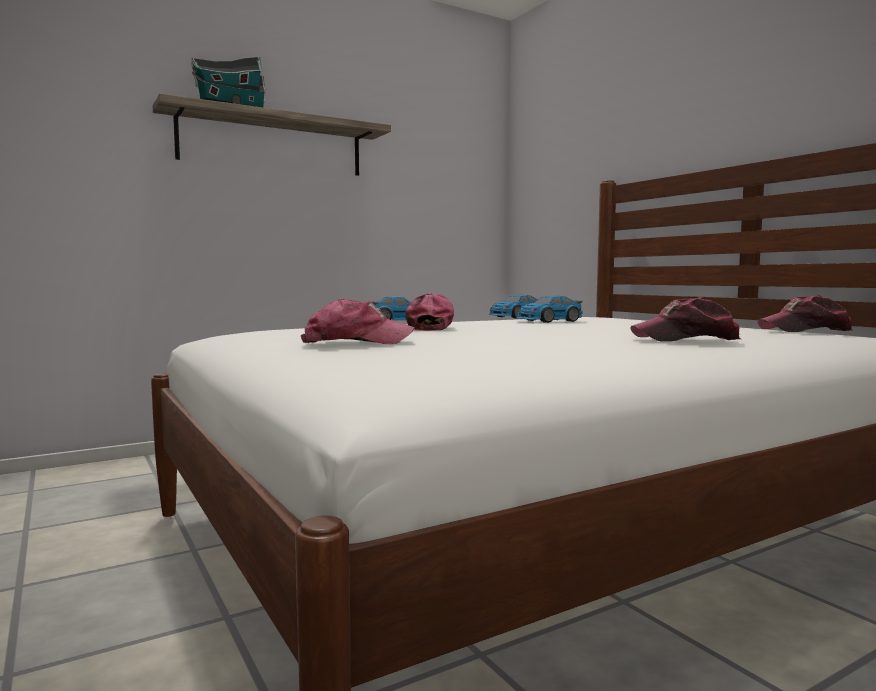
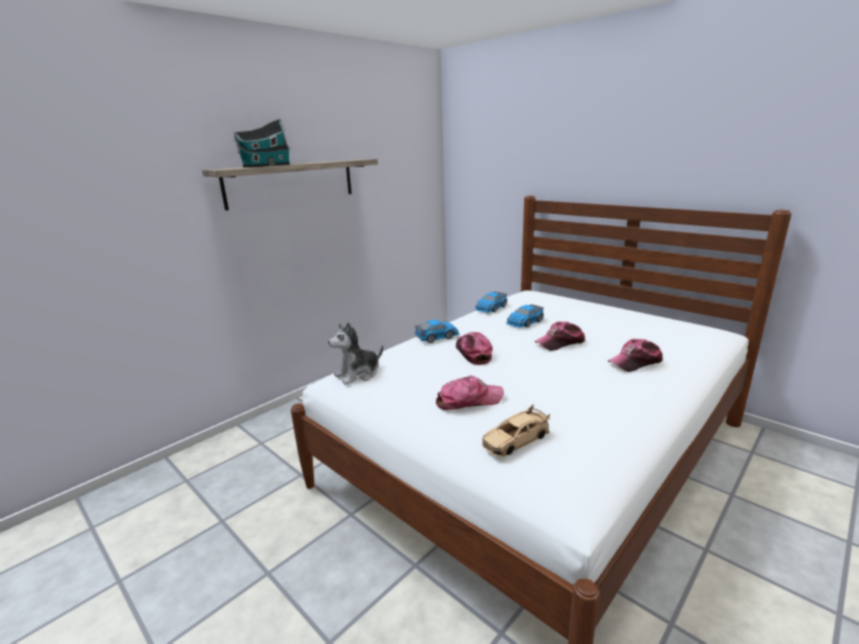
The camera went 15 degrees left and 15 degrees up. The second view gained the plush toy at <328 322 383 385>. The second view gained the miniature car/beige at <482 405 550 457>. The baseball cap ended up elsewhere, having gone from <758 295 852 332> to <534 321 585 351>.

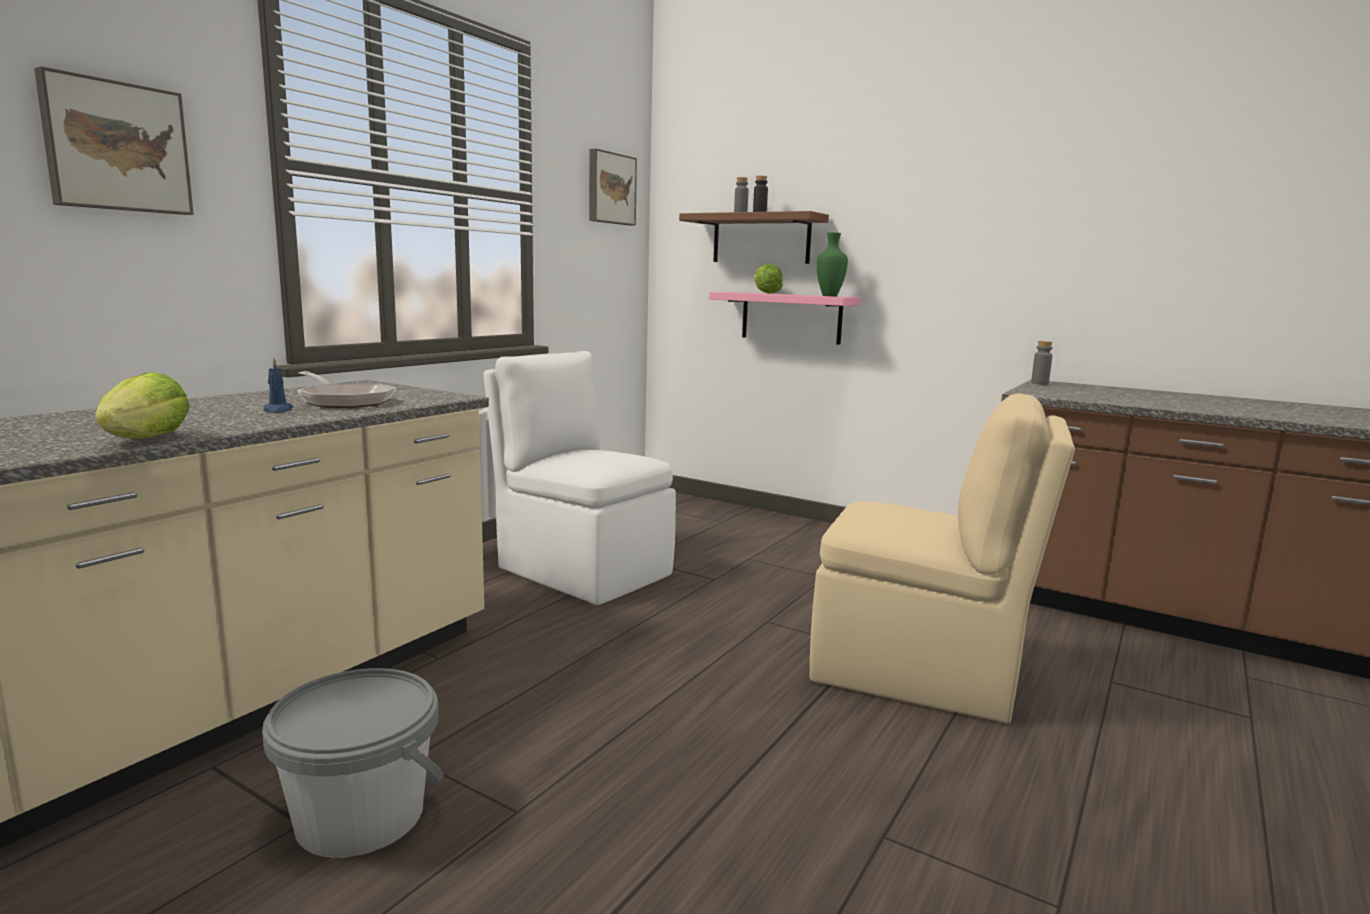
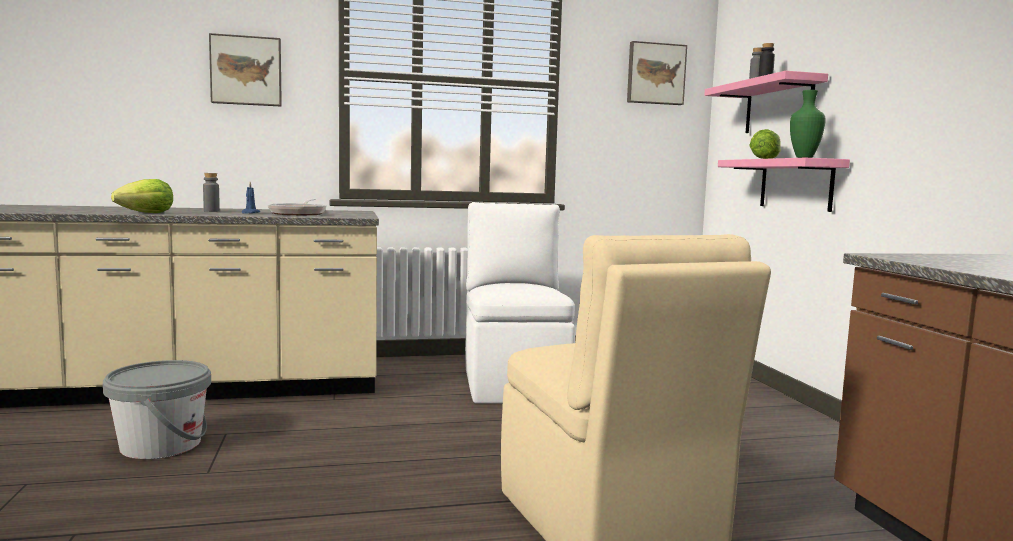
The camera went 45 degrees right and 5 degrees down. The bottle/grey ended up elsewhere, having gone from <1031 341 1053 385> to <203 173 220 212>. What was the shelf/brown-coloured at <679 211 829 264> turned into the shelf/pink at <704 71 828 133>.

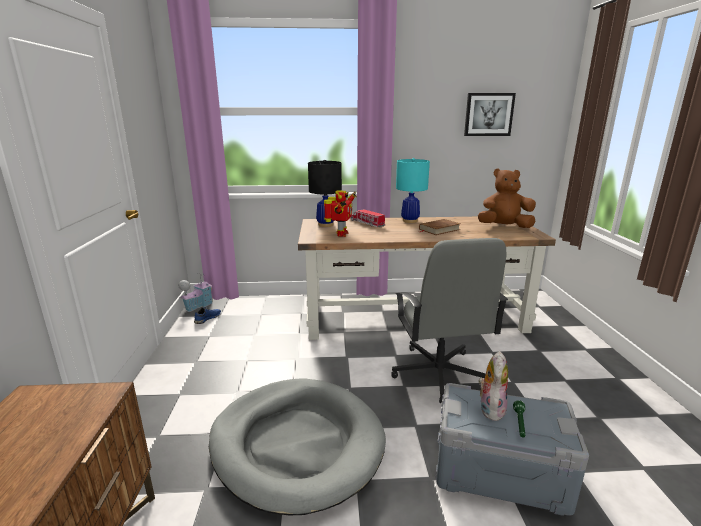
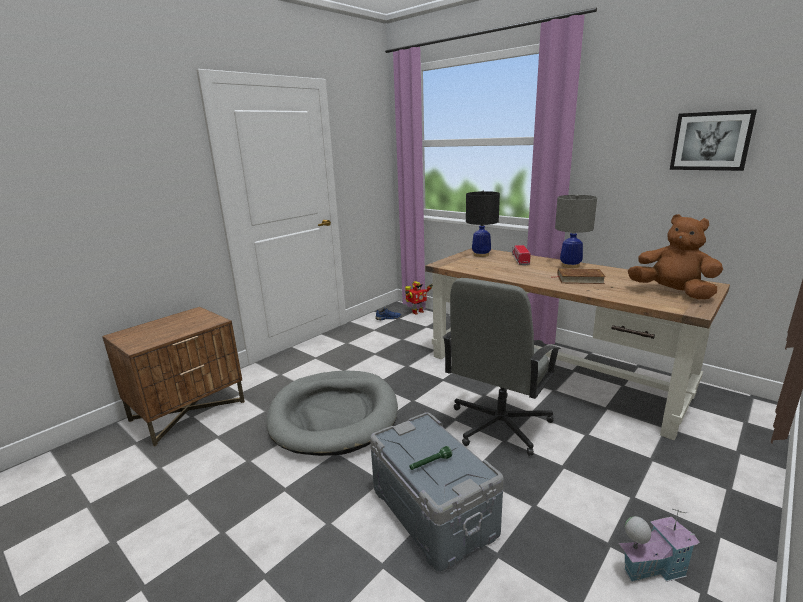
The camera went 45 degrees right and 0 degrees up. The toy robot ended up elsewhere, having gone from <324 190 357 237> to <405 281 433 314>. What was the tabletop lamp/turquoise-coloured at <396 158 430 223> turned into the tabletop lamp/grey at <555 194 597 268>. The model house ended up elsewhere, having gone from <178 273 213 312> to <619 509 700 582>. The second view lost the plush toy at <478 351 508 421>.

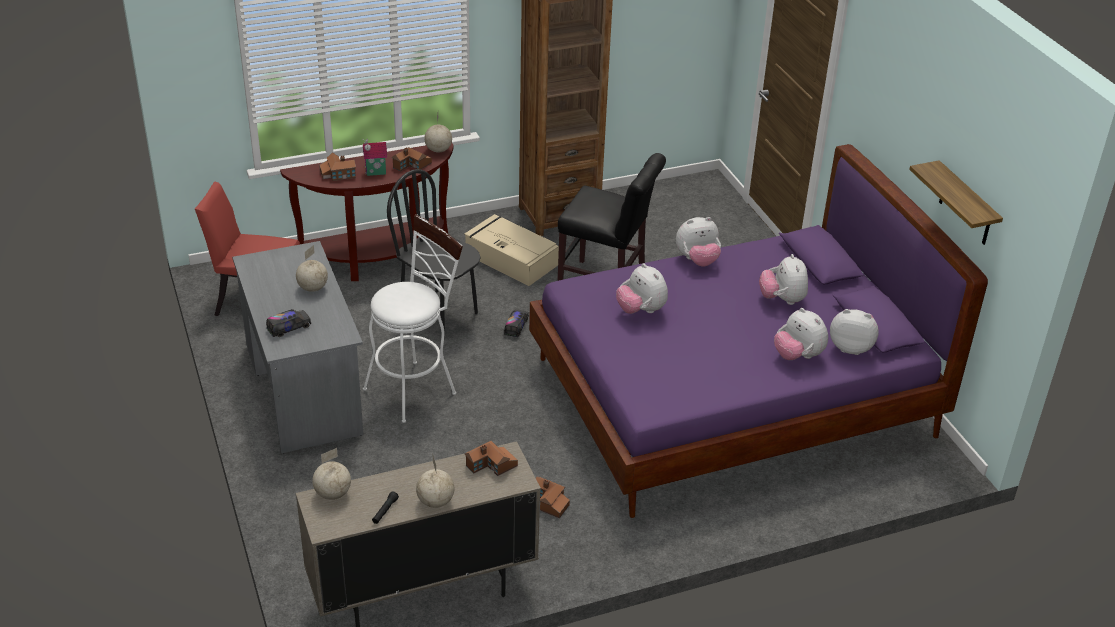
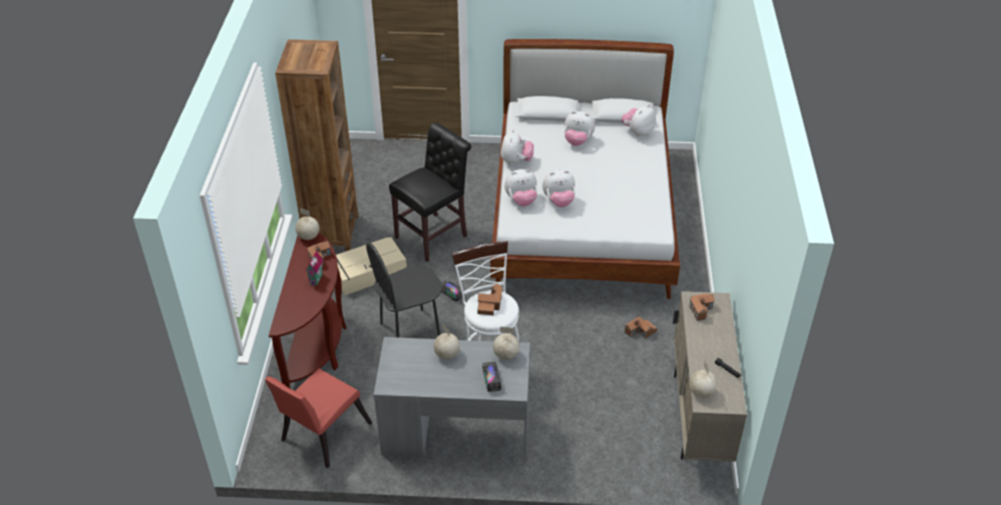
The camera went 65 degrees left and 5 degrees up. The model house ended up elsewhere, having gone from <320 153 356 181> to <477 284 503 315>. What was the sleeping bed/purple-coloured at <529 144 988 518> turned into the sleeping bed/whitish at <490 39 680 299>. The desk globe ended up elsewhere, having gone from <416 456 454 508> to <493 327 519 360>. The plush toy ended up elsewhere, having gone from <774 308 828 360> to <504 169 537 207>. The second view lost the shelf at <909 160 1003 245>.

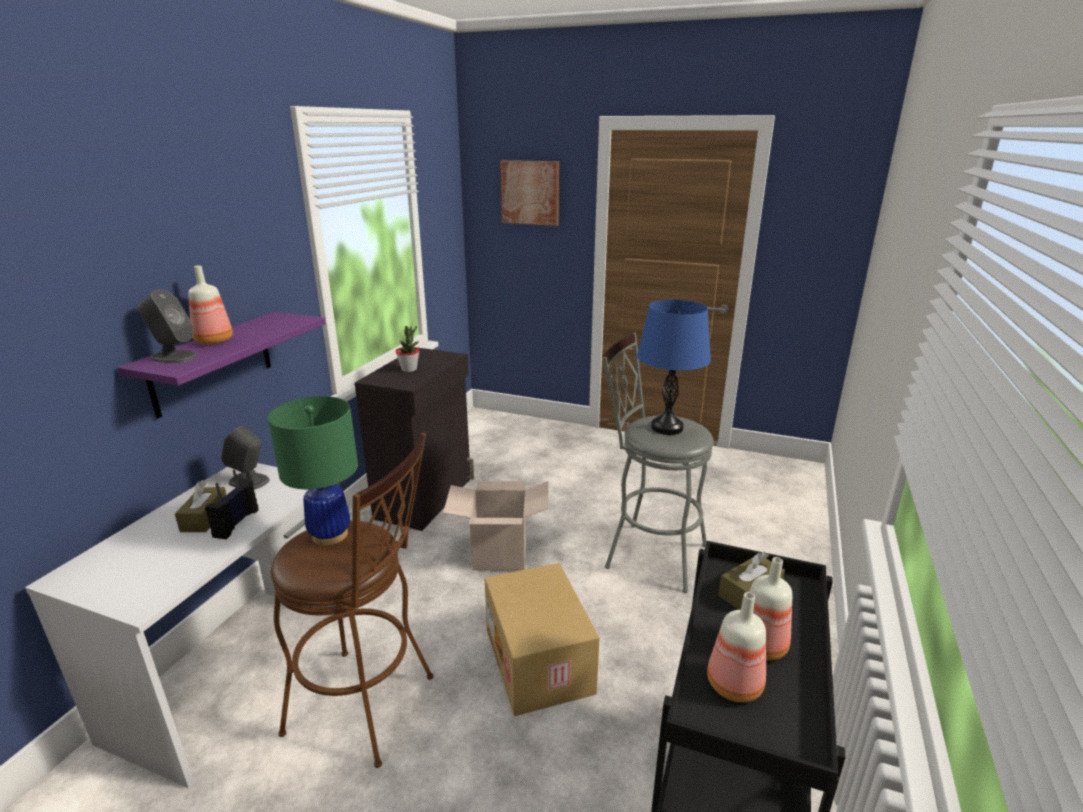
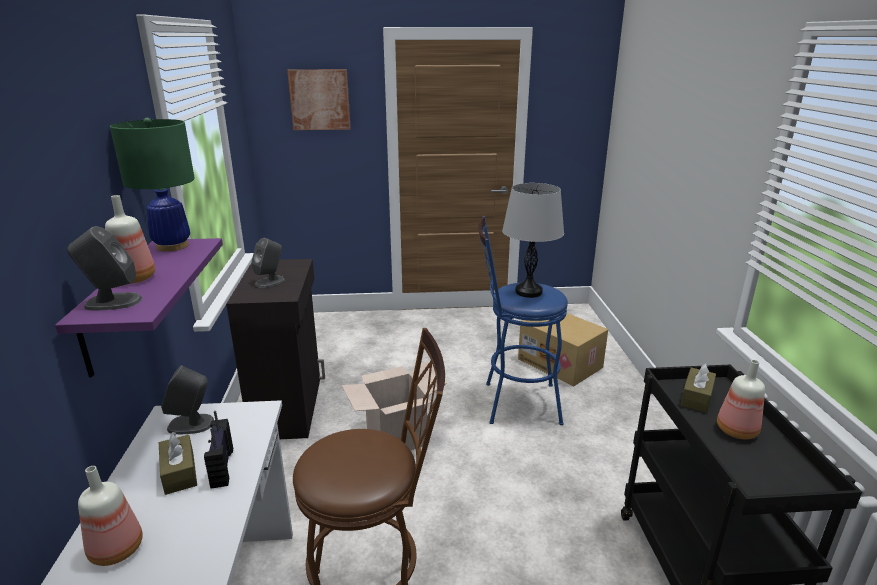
The camera went 25 degrees left and 0 degrees up. The bottle ended up elsewhere, having gone from <707 592 766 702> to <78 466 143 566>. The tabletop lamp/greenish ended up elsewhere, having gone from <268 396 358 546> to <110 118 195 252>. Where the houseplant stood at <395 325 420 372>, the loudspeaker/grey came to stand at <251 238 285 288>. What was the stool/grey at <603 333 713 593> turned into the stool/blue-coloured at <478 216 568 425>. What was the tabletop lamp/blue-coloured at <637 299 711 435> turned into the tabletop lamp/grey at <502 183 564 298>. The carton ended up elsewhere, having gone from <484 563 600 716> to <518 313 608 387>.

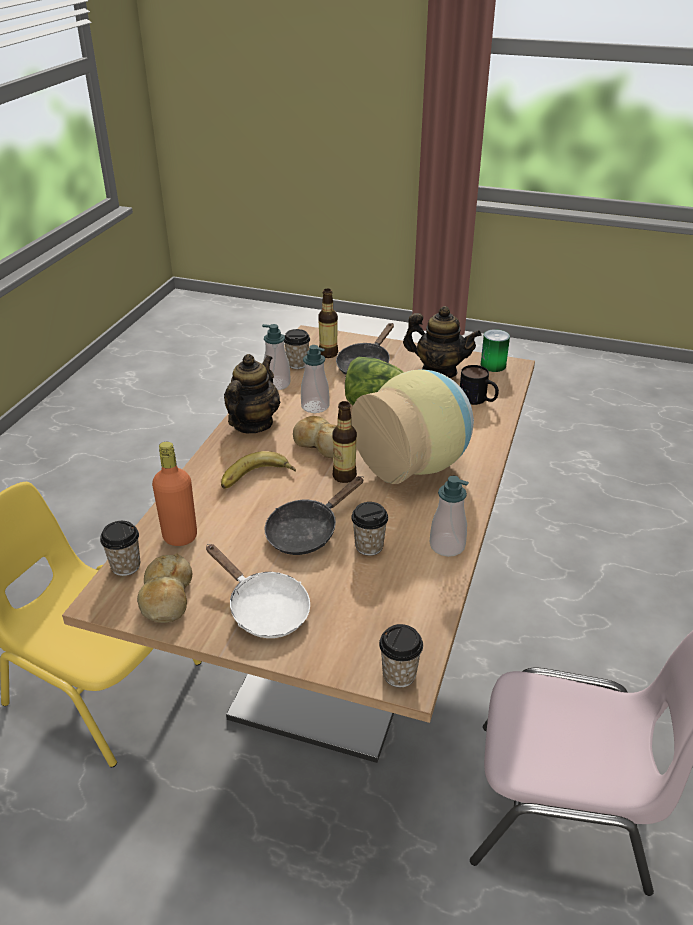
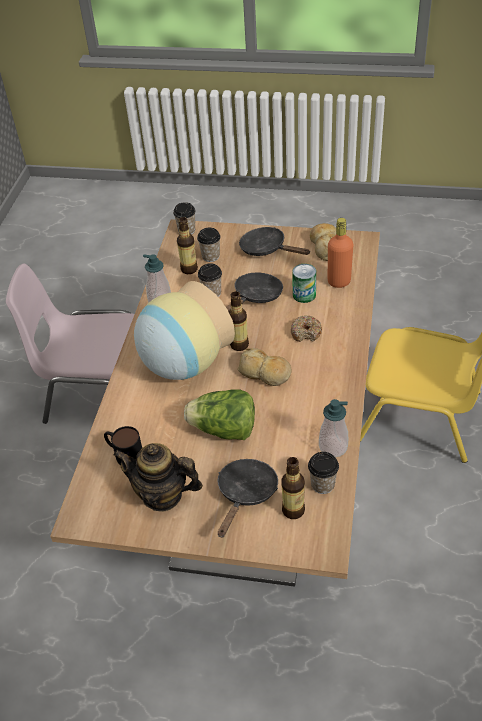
The camera went 175 degrees right and 10 degrees up. The second view gained the bottle at <177 217 198 274>. The drinking cup ended up elsewhere, having gone from <100 521 140 576> to <197 228 220 262>. What was the skillet/whitish at <206 544 310 638> turned into the skillet/black-coloured at <239 227 310 256>. Where the banana stood at <221 451 296 489>, the donut came to stand at <291 315 322 342>. The can ended up elsewhere, having gone from <480 329 510 372> to <292 264 316 303>. The second view lost the teapot at <224 354 280 433>. The second view lost the soap bottle at <301 345 330 413>.

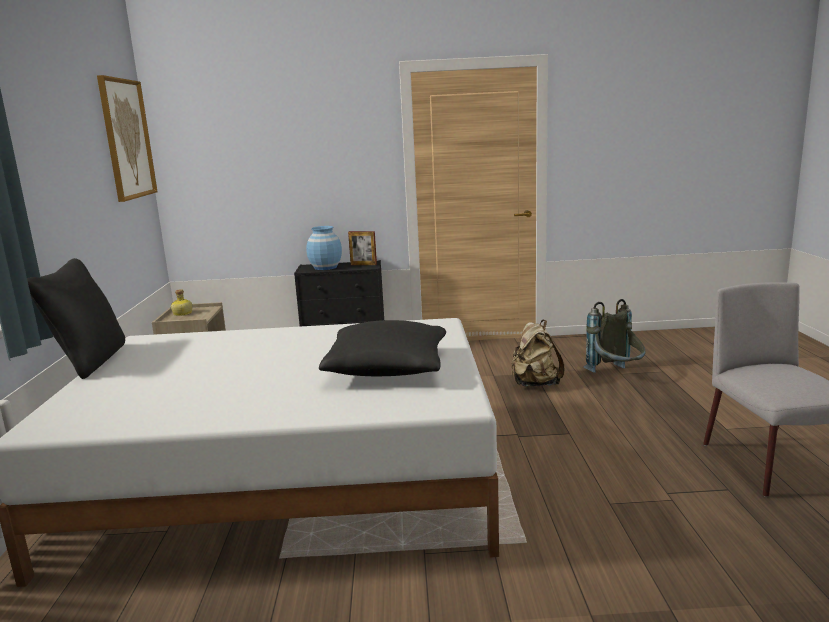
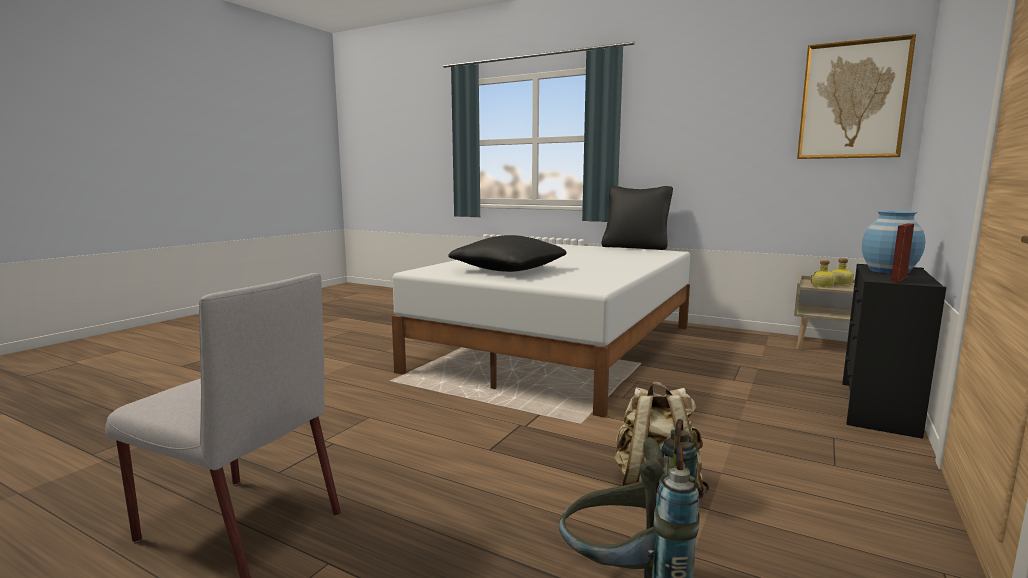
The camera went 120 degrees right and 5 degrees down. The second view gained the bottle at <811 260 836 288>.

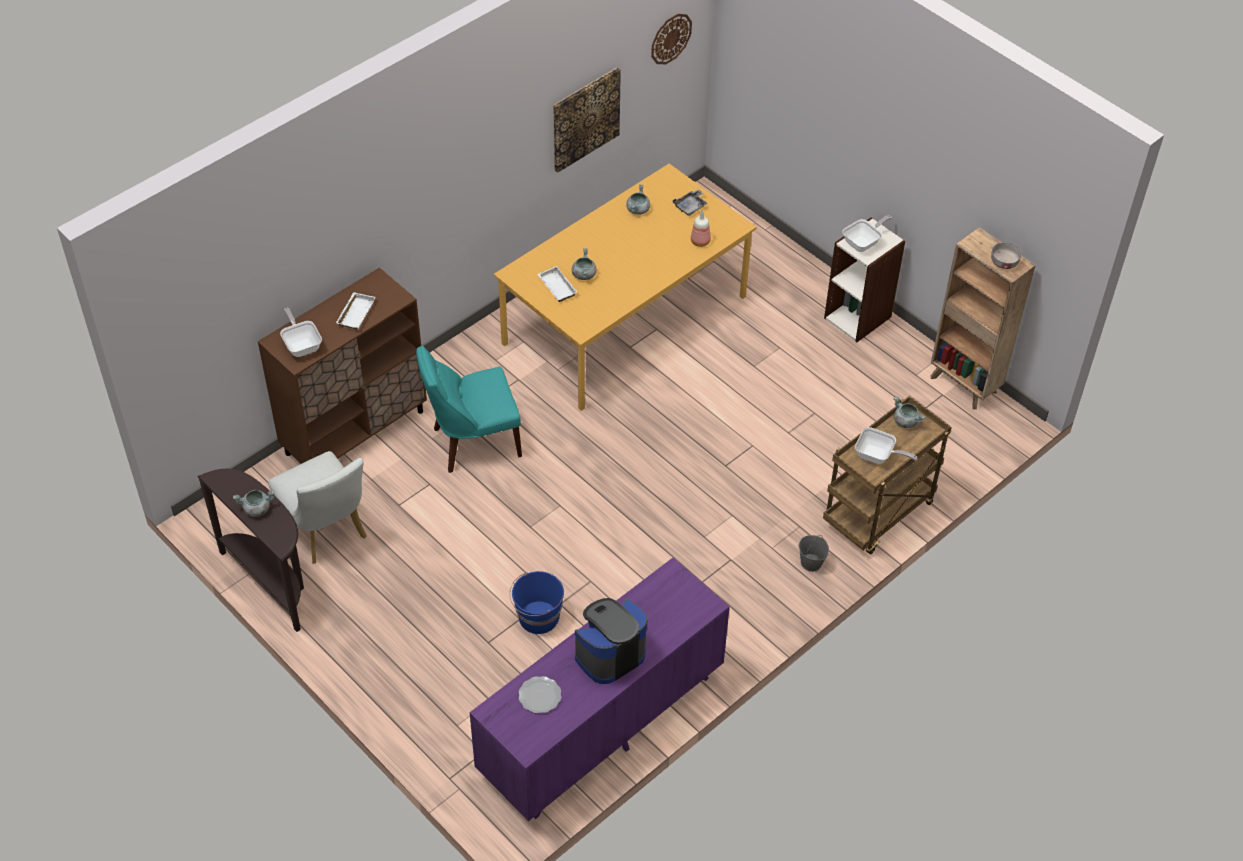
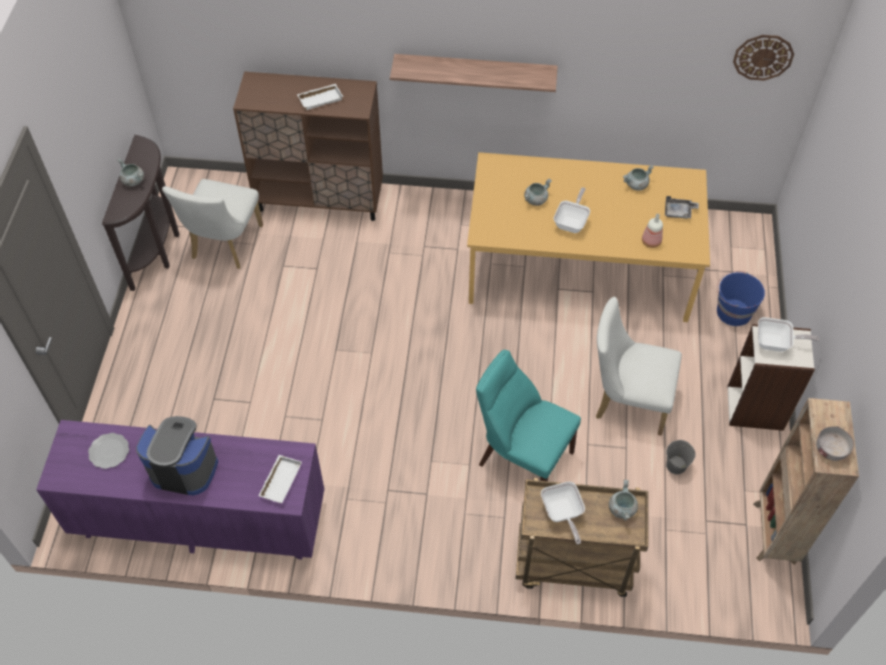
The camera went 50 degrees right and 5 degrees up. The carrying tray/whitish ended up elsewhere, having gone from <537 266 577 302> to <258 455 302 503>. The second view gained the shelf at <390 54 558 92>. The upright chair/turquoise-coloured ended up elsewhere, having gone from <416 346 522 473> to <476 350 581 481>. The skillet ended up elsewhere, having gone from <280 308 322 357> to <553 187 590 233>. The second view gained the upright chair/whitish at <596 297 682 436>. The bucket/grey ended up elsewhere, having gone from <799 535 829 572> to <666 440 696 474>. The bucket/blue-coloured ended up elsewhere, having gone from <509 571 564 634> to <717 271 765 326>. The second view lost the picture at <553 68 621 173>.

